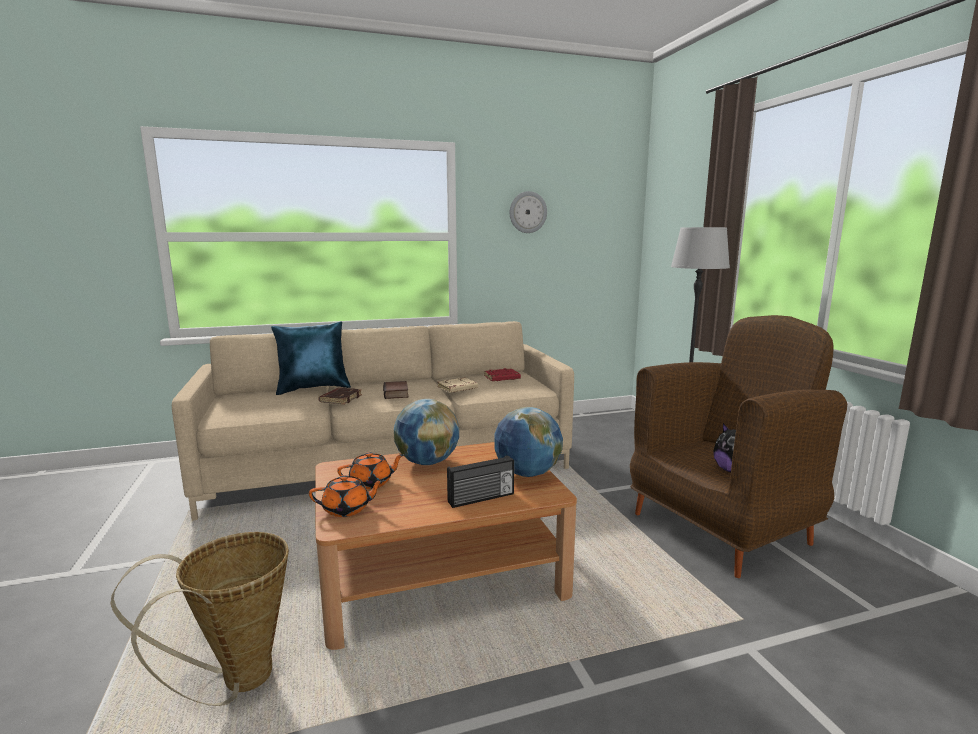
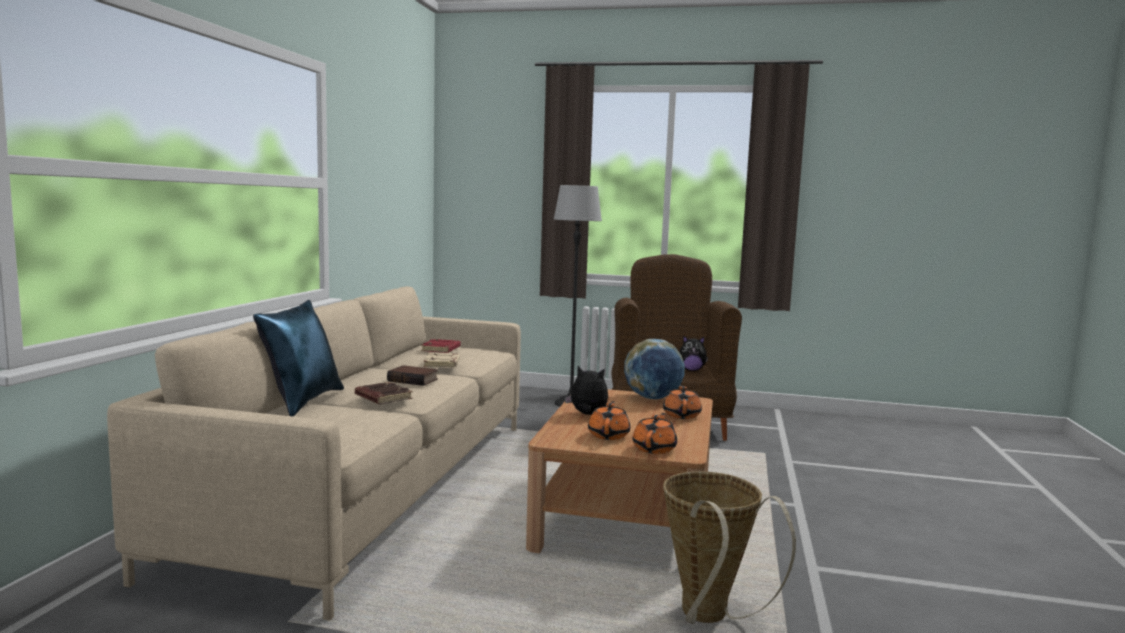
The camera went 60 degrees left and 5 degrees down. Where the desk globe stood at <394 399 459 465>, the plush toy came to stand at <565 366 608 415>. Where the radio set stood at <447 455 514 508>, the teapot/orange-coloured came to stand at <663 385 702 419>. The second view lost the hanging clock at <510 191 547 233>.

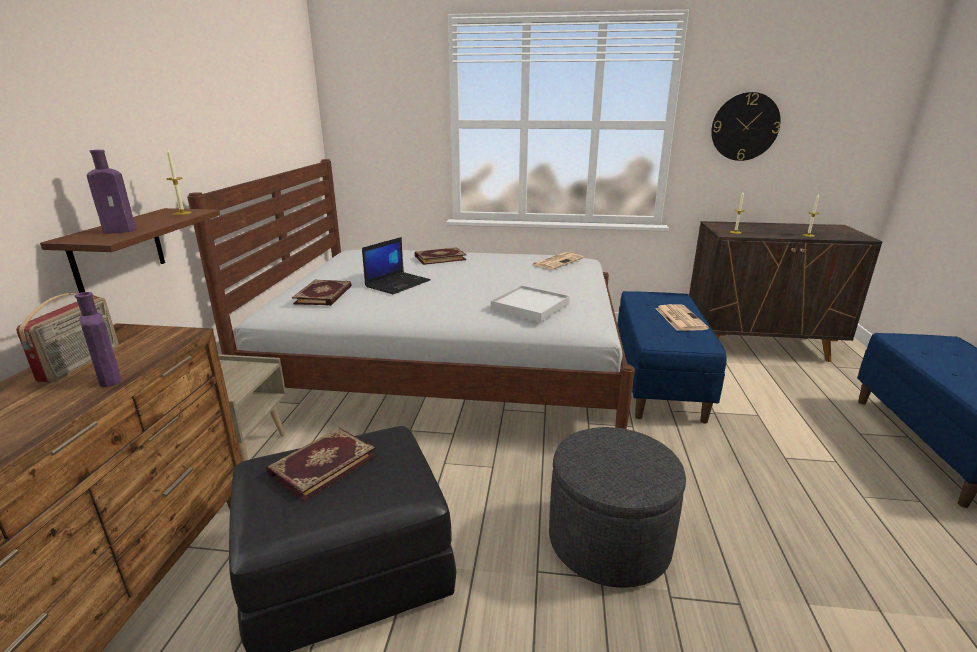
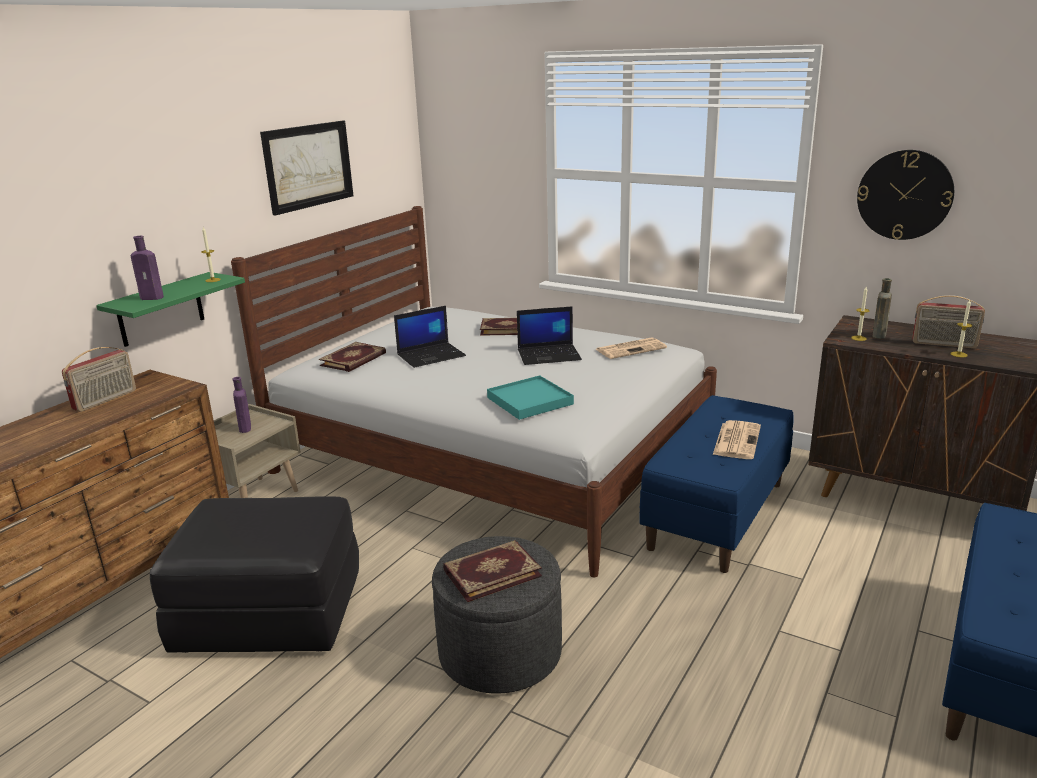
The camera went 25 degrees right and 0 degrees up. What was the shelf/brown-coloured at <40 208 220 293> turned into the shelf/greenish at <96 272 245 347>. The bottle/purple-coloured ended up elsewhere, having gone from <75 292 122 387> to <233 377 251 433>. The second view gained the picture at <260 121 353 215>. The book ended up elsewhere, having gone from <266 428 376 502> to <443 540 542 602>. What was the carrying tray/whitish at <491 285 570 322> turned into the carrying tray/turquoise-coloured at <487 375 574 420>. The second view gained the notebook computer at <517 306 582 365>. The second view gained the bottle/brown-coloured at <873 278 892 339>. The second view gained the radio set at <912 295 985 349>.

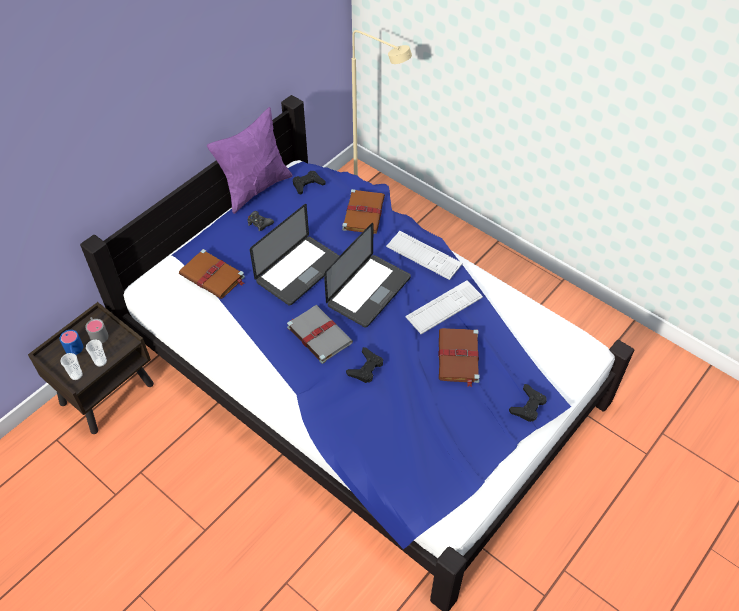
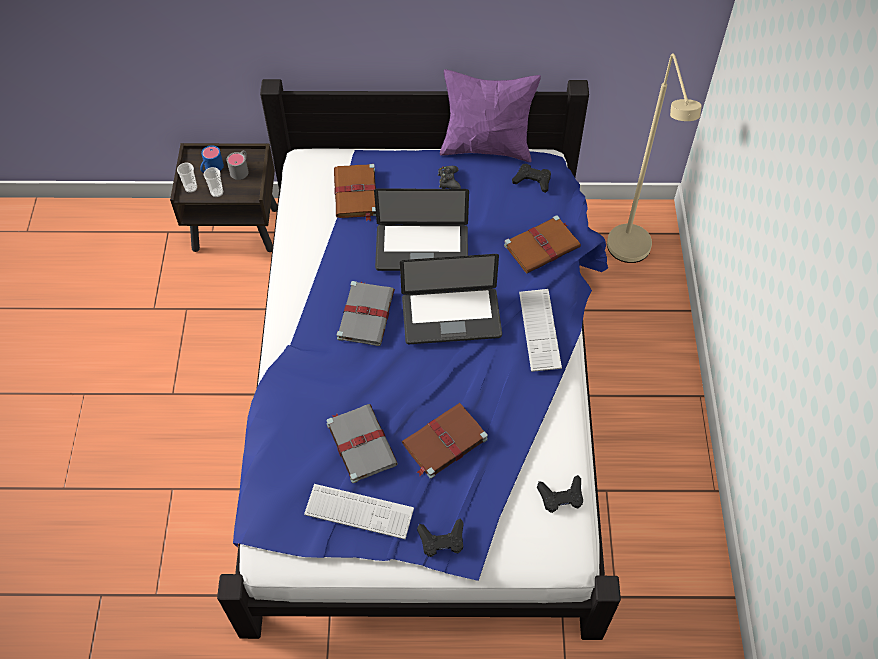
The camera went 50 degrees right and 5 degrees up. The keyboard ended up elsewhere, having gone from <406 280 483 334> to <304 484 414 539>. The second view gained the book/grey at <326 404 398 483>. The gamepad/black-coloured ended up elsewhere, having gone from <346 347 383 383> to <537 475 583 513>.

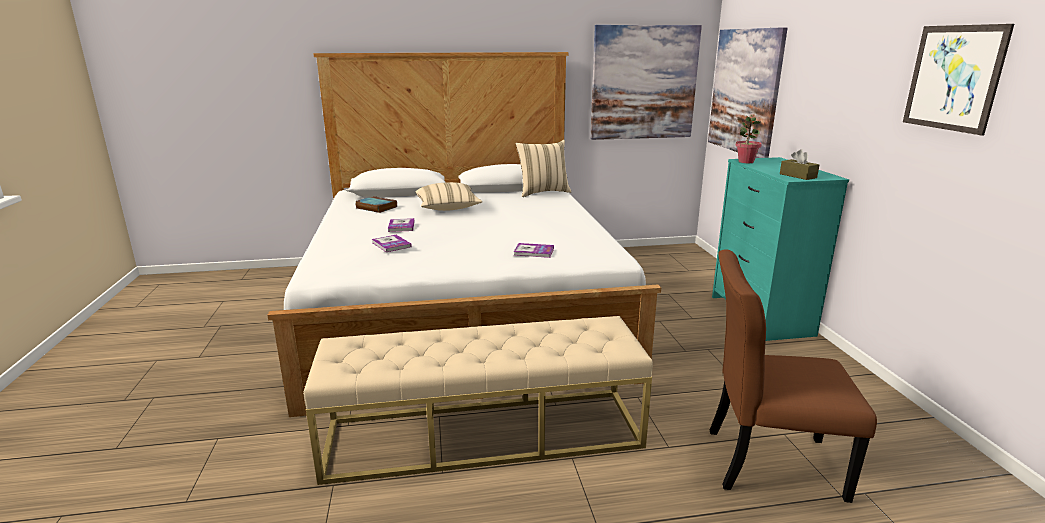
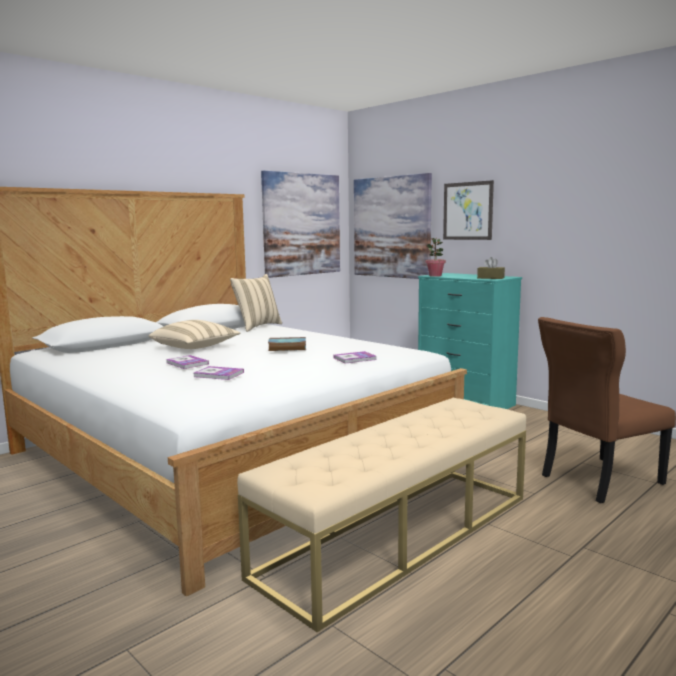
The camera went 35 degrees left and 10 degrees down. The book ended up elsewhere, having gone from <355 196 397 213> to <268 337 306 351>. The picture ended up elsewhere, having gone from <903 24 1014 136> to <443 180 494 240>.

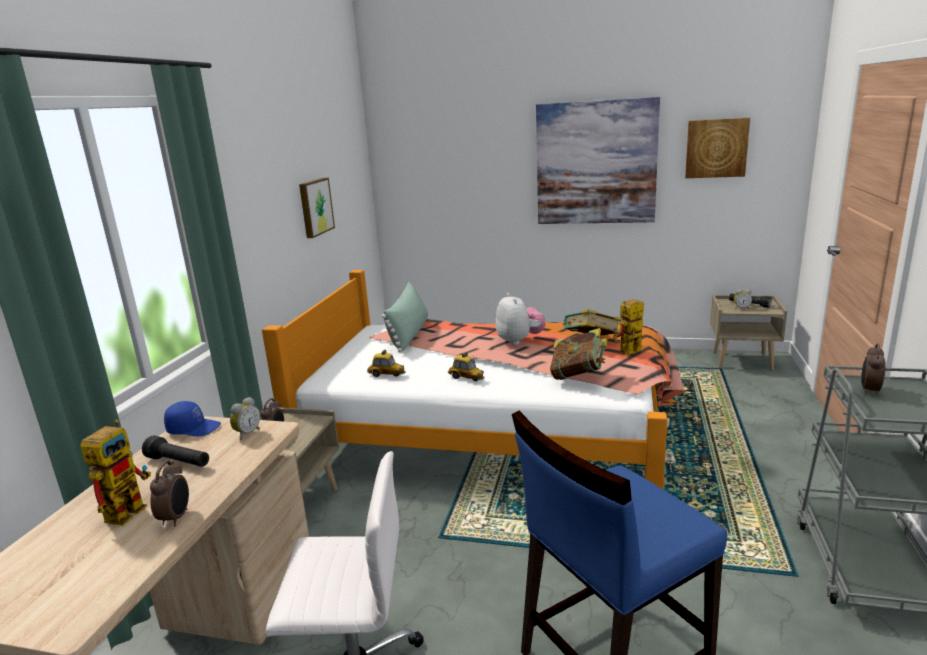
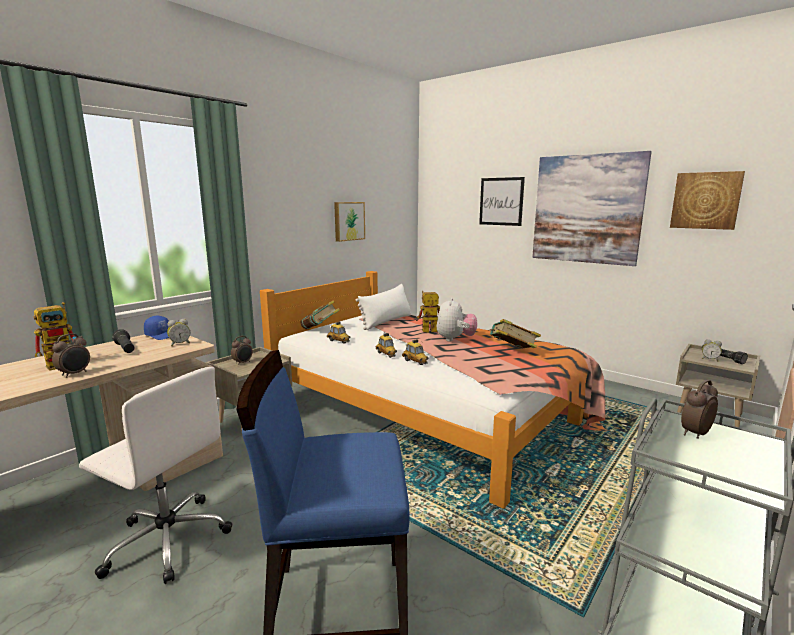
The camera went 25 degrees right and 5 degrees down. The book ended up elsewhere, having gone from <550 328 607 380> to <301 300 340 330>. What was the pillow/greenish at <382 282 428 352> turned into the pillow/whitish at <356 284 411 330>. The second view gained the miniature car at <402 339 429 365>. The toy robot ended up elsewhere, having gone from <613 299 644 355> to <416 291 440 332>. The second view gained the picture at <479 177 525 226>.

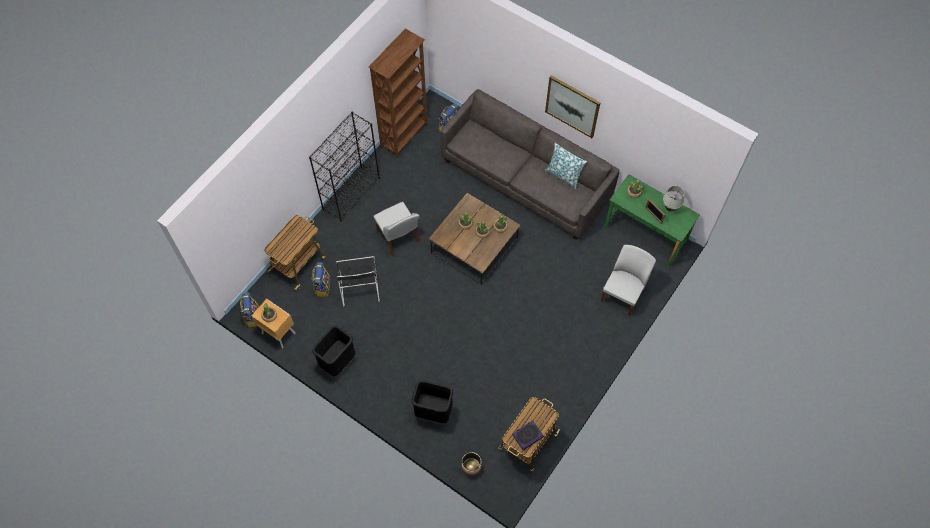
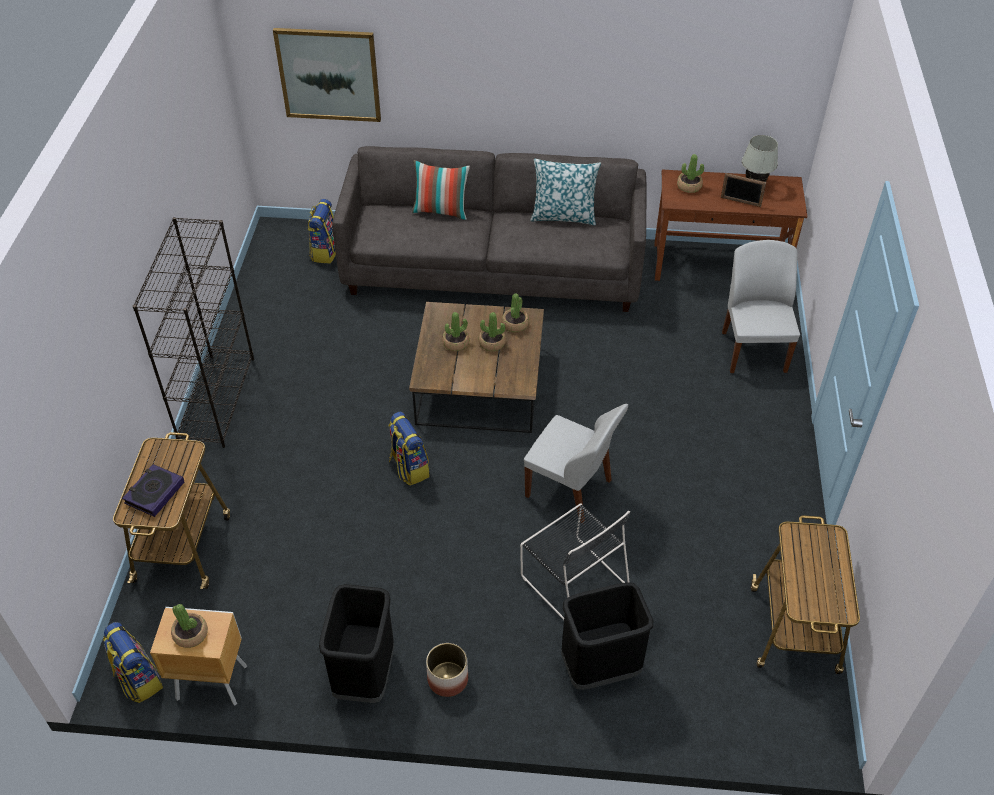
The camera went 30 degrees left and 15 degrees down. The book ended up elsewhere, having gone from <512 420 544 450> to <122 464 184 517>. The picture ended up elsewhere, having gone from <545 76 600 138> to <273 28 381 122>. The knapsack ended up elsewhere, having gone from <312 262 330 297> to <388 412 430 485>. The second view gained the pillow at <412 160 470 220>. The plant pot ended up elsewhere, having gone from <462 452 482 476> to <426 643 468 697>. The upright chair/black-coloured ended up elsewhere, having gone from <336 256 380 306> to <520 503 631 620>. The upright chair/whitish ended up elsewhere, having gone from <374 202 419 255> to <524 404 628 523>. What was the desk unit/greenish at <604 174 700 266> turned into the desk unit/brown-coloured at <654 170 807 281>. The second view lost the shelving unit/brown-coloured at <368 28 427 158>.

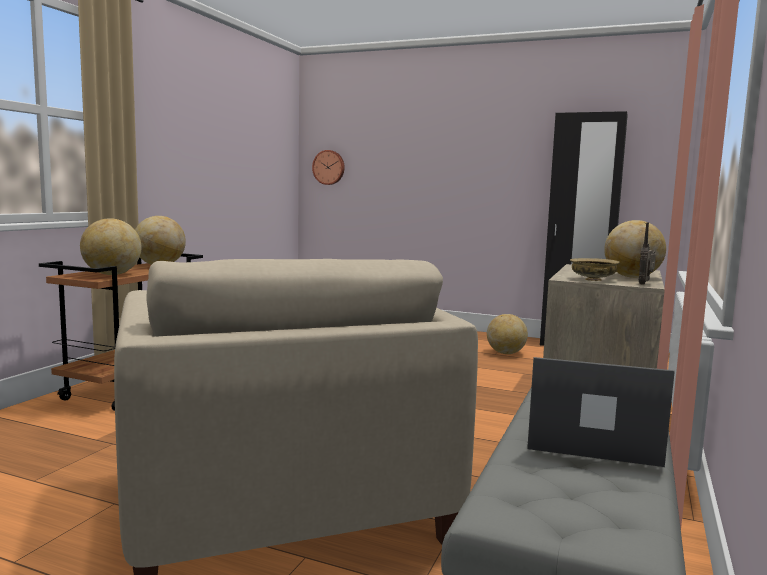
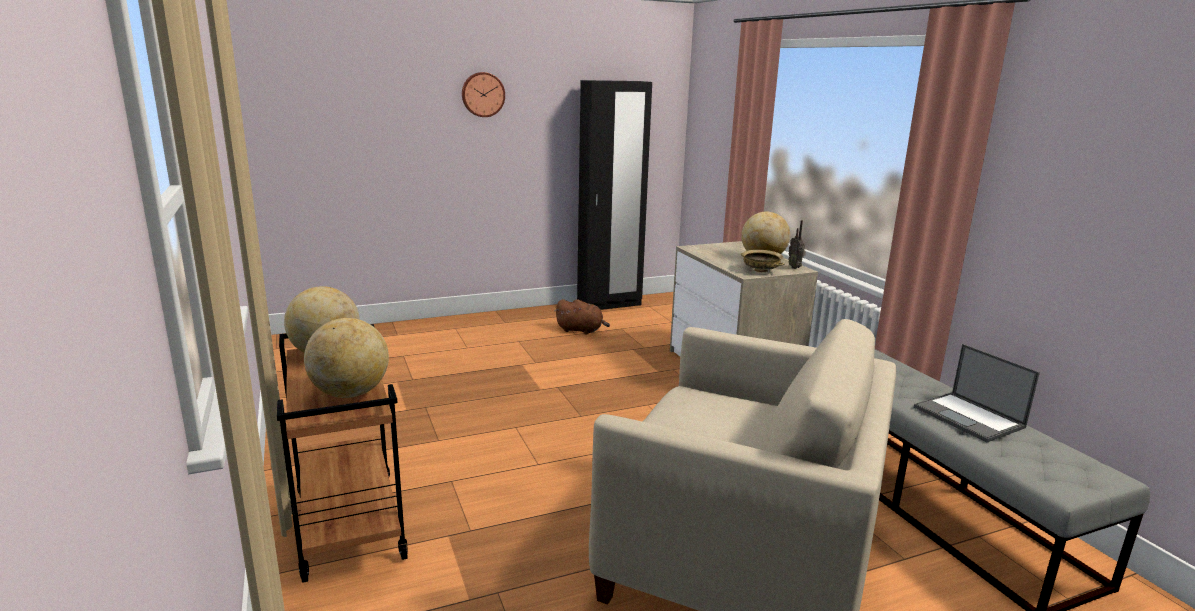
The camera went 45 degrees left and 10 degrees up. The hanging clock ended up elsewhere, having gone from <312 150 345 185> to <462 72 505 117>. Where the desk globe stood at <487 314 528 354>, the plush toy/brown-coloured came to stand at <555 299 610 334>. The notebook computer at <527 357 675 467> ended up facing another way, 90 degrees counterclockwise from before.

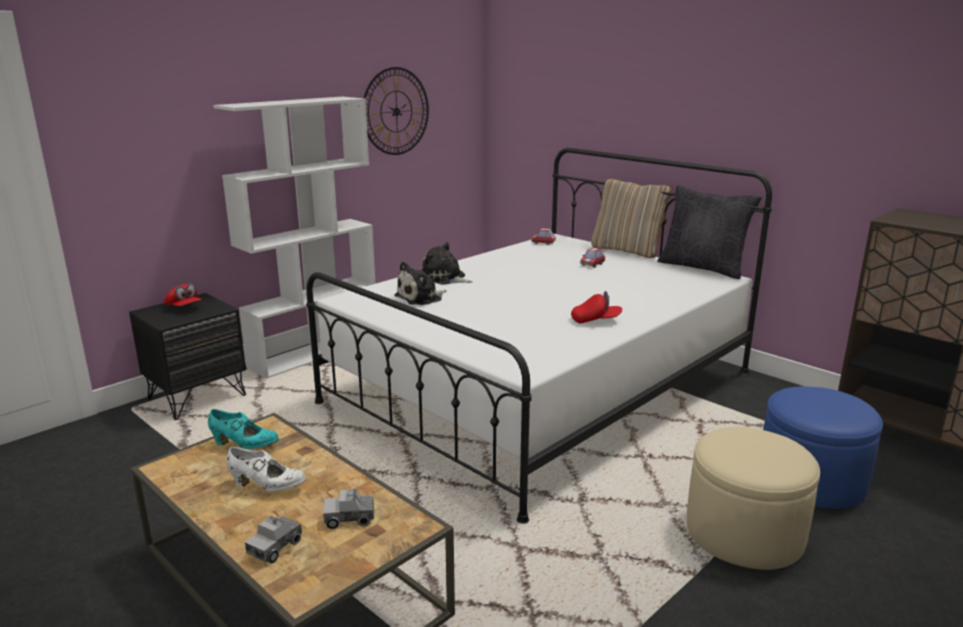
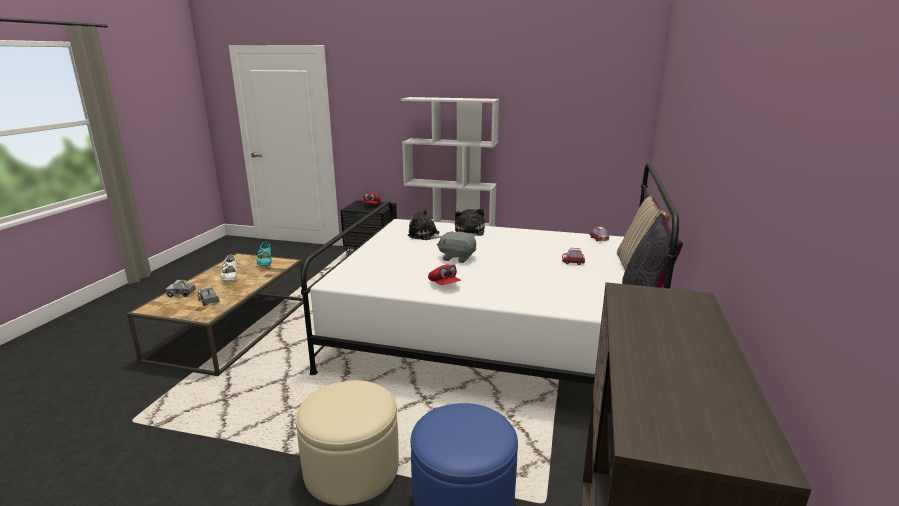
The camera went 60 degrees right and 0 degrees up. The second view gained the plush toy/grey at <437 231 476 263>. The second view lost the hanging clock at <364 67 429 155>.

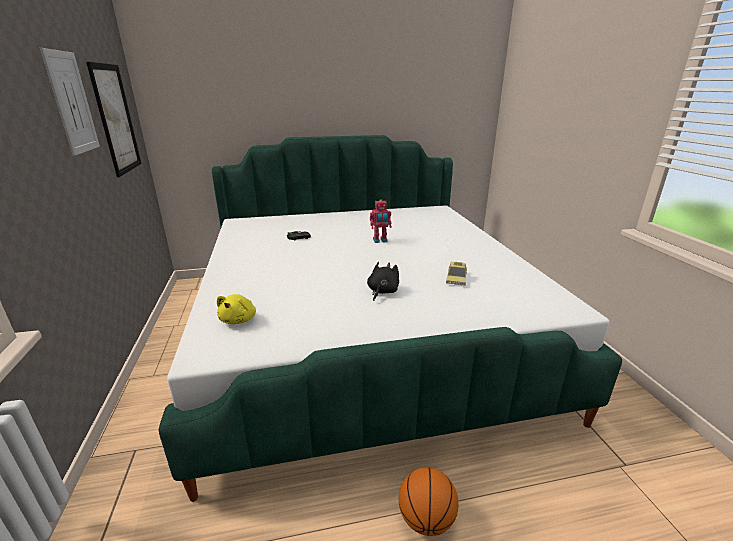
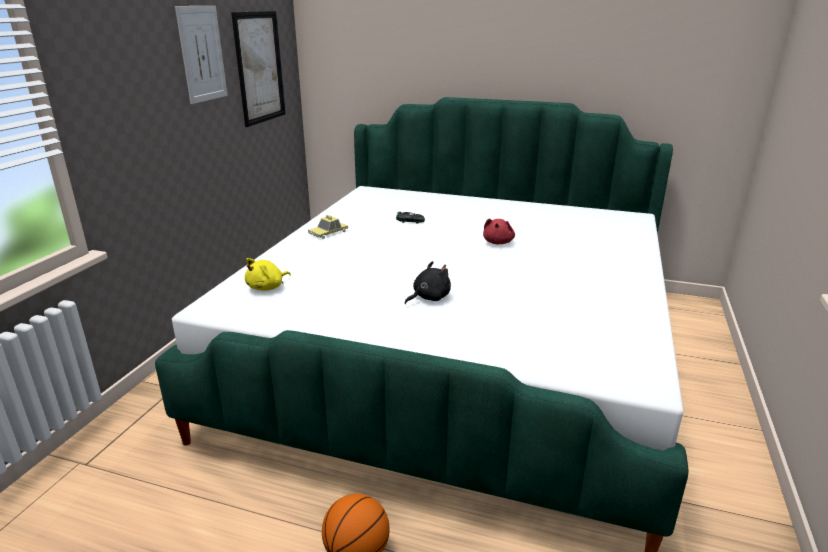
The camera went 30 degrees right and 0 degrees up. The miniature car ended up elsewhere, having gone from <446 262 467 286> to <308 215 348 239>. Where the toy robot stood at <370 200 391 243>, the plush toy/reddish came to stand at <483 218 515 244>.

